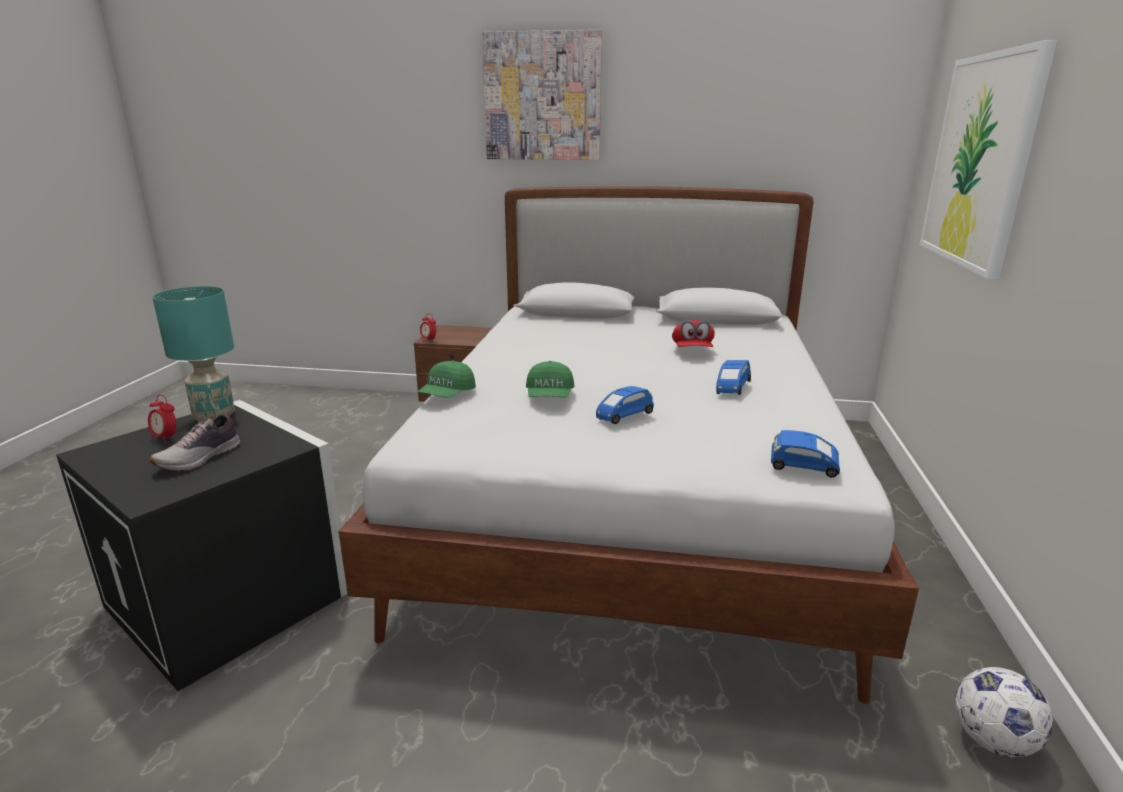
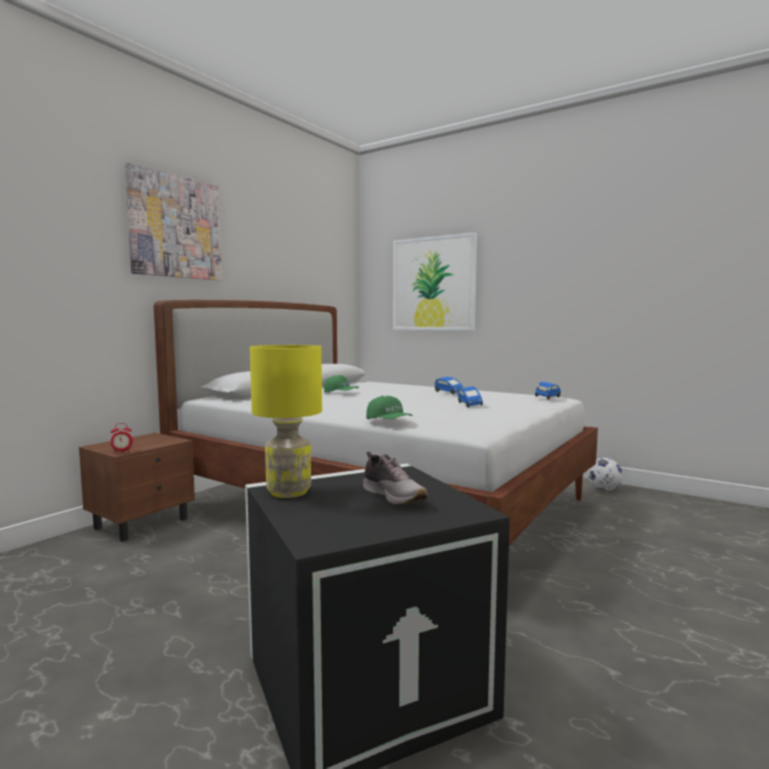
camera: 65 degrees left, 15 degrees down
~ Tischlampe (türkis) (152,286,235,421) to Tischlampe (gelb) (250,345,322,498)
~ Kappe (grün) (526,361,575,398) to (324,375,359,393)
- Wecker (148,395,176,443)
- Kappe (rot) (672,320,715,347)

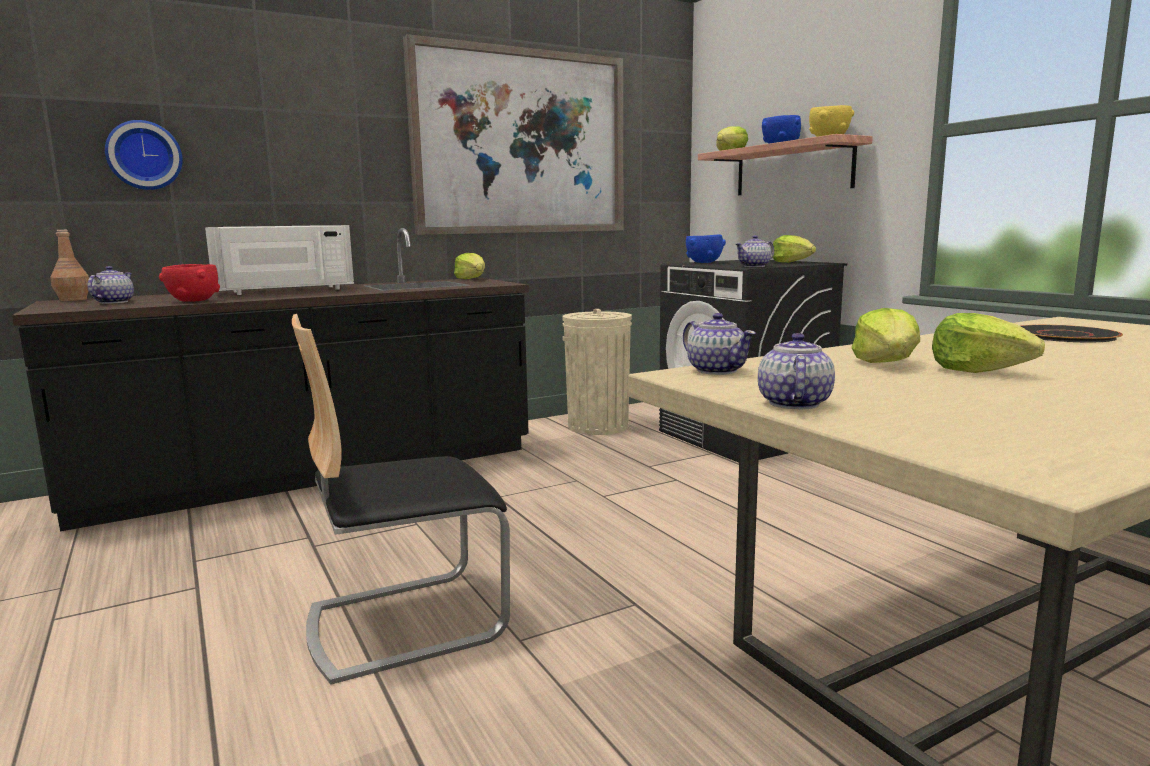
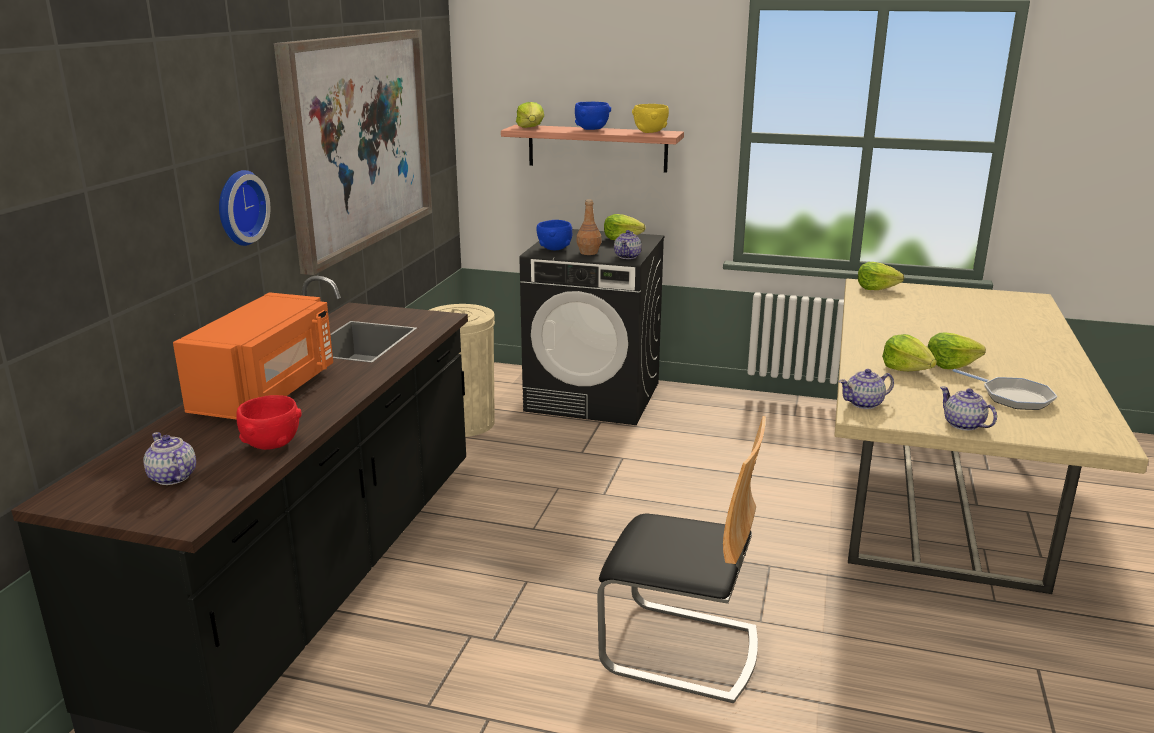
camera: 45 degrees left, 10 degrees up
~ Mikrowelle (weiß) (205,225,354,295) to Mikrowelle (orange) (173,292,333,420)
~ Wanduhr (105,120,183,190) to (219,170,270,246)
~ Flasche (braun) (50,230,89,301) to (576,199,602,255)
~ Stuhl (292,314,510,685) = (597,416,766,703) 90 degrees counterclockwise
~ Teekanne (683,313,756,375) = (839,369,894,409) 150 degrees clockwise
~ Salatkopf (454,253,485,279) to (858,262,904,290)
+ Pfanne (953,369,1057,410)
- Teller (schwarz) (1020,325,1123,342)

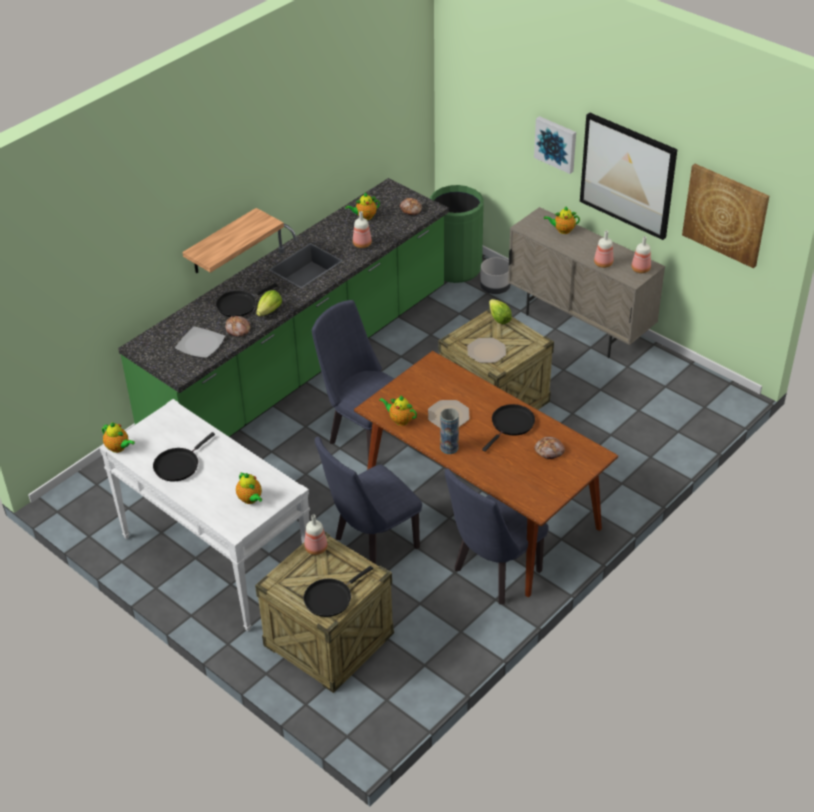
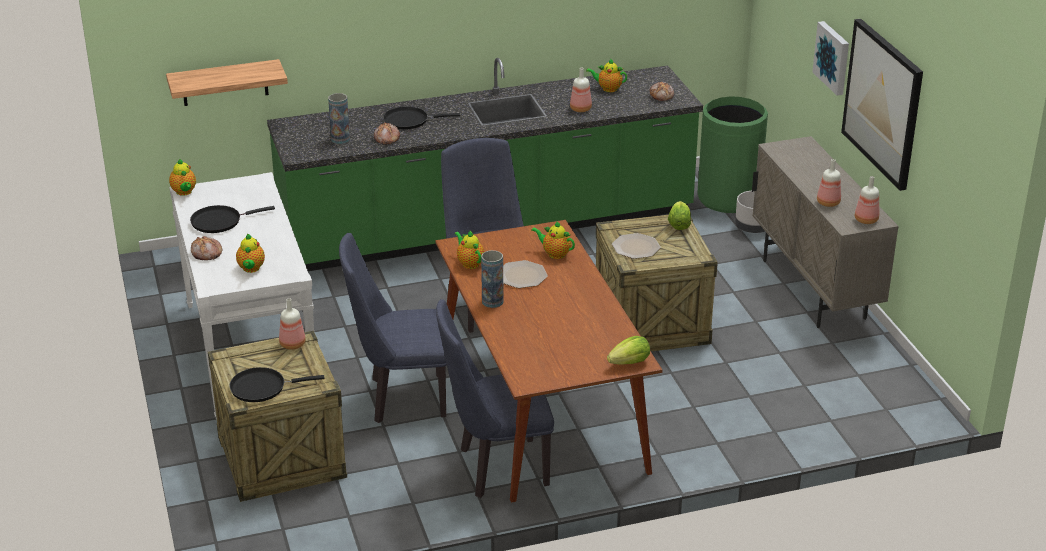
camera: 30 degrees right, 10 degrees down
~ Wandregal (182,208,284,274) to (166,59,288,106)
~ Brot (534,437,565,459) to (191,236,223,260)
~ Teller (175,326,225,358) to Vase (328,93,350,144)
~ Teekanne (544,207,580,234) to (531,220,575,259)
~ Salatkopf (256,290,282,316) to (607,336,650,365)
- Pfanne (schwarz) (482,404,535,452)
- Bild (682,164,769,268)

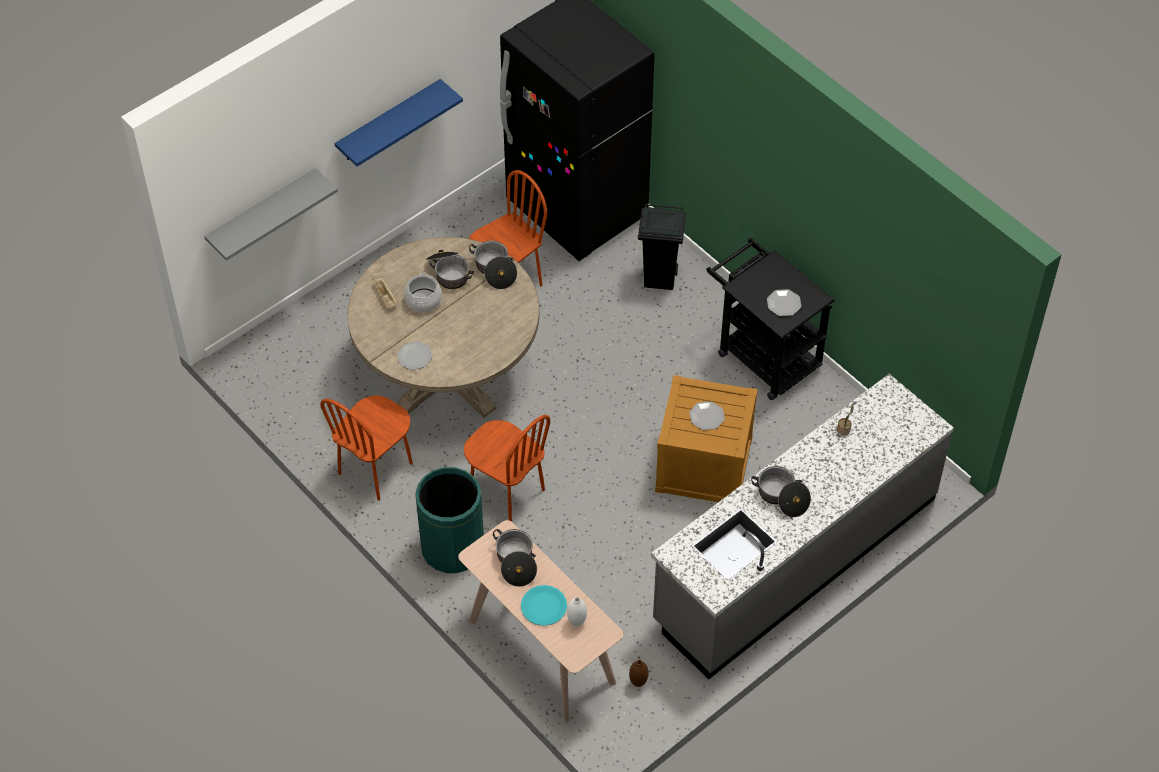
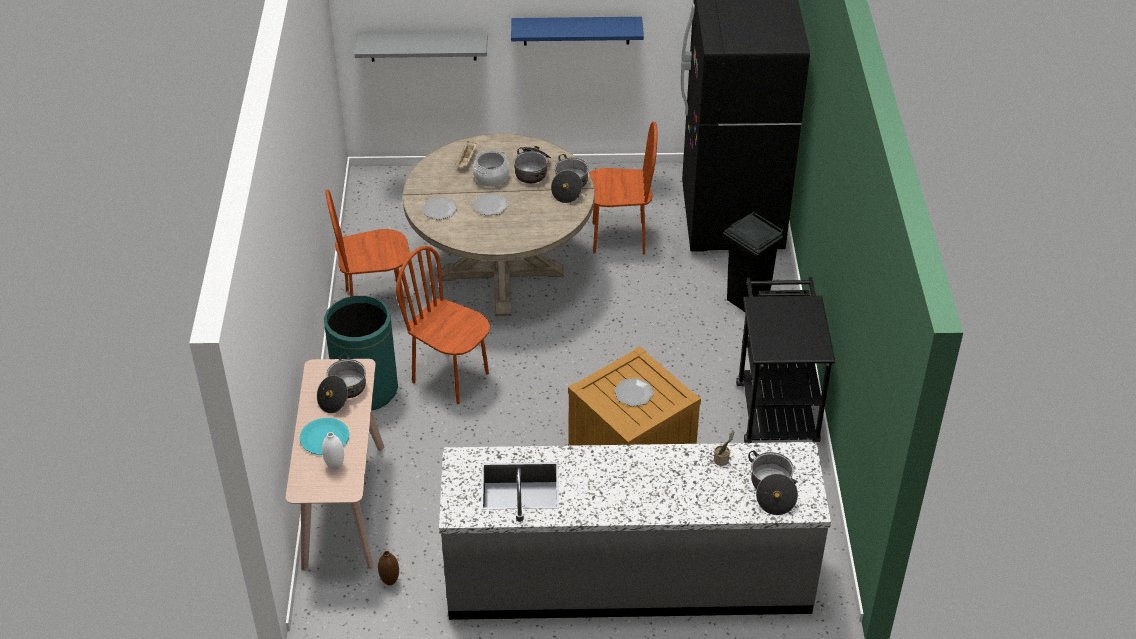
camera: 40 degrees right, 10 degrees down
~ Stuhl (braun) (464,415,550,521) = (396,246,490,404) 135 degrees clockwise
~ Teller (767,289,801,316) to (473,193,508,216)
~ Kochtopf (751,466,811,517) to (748,450,798,515)

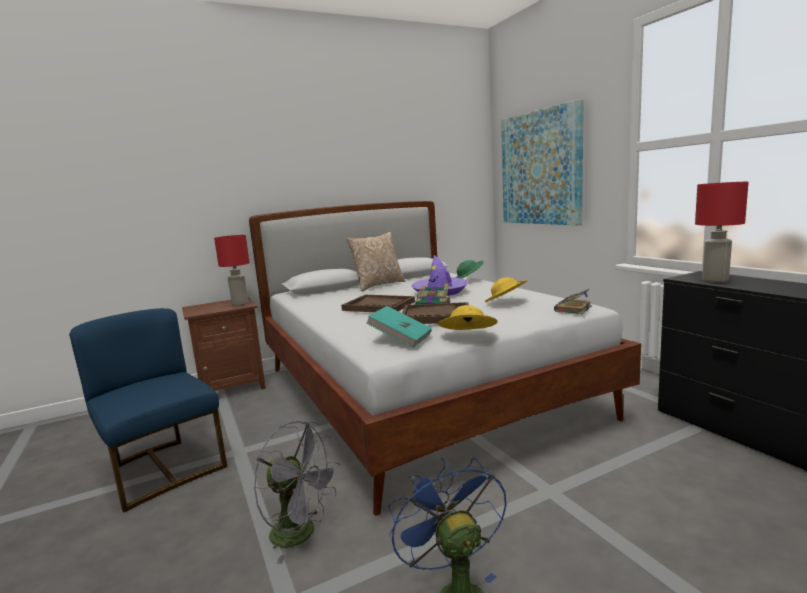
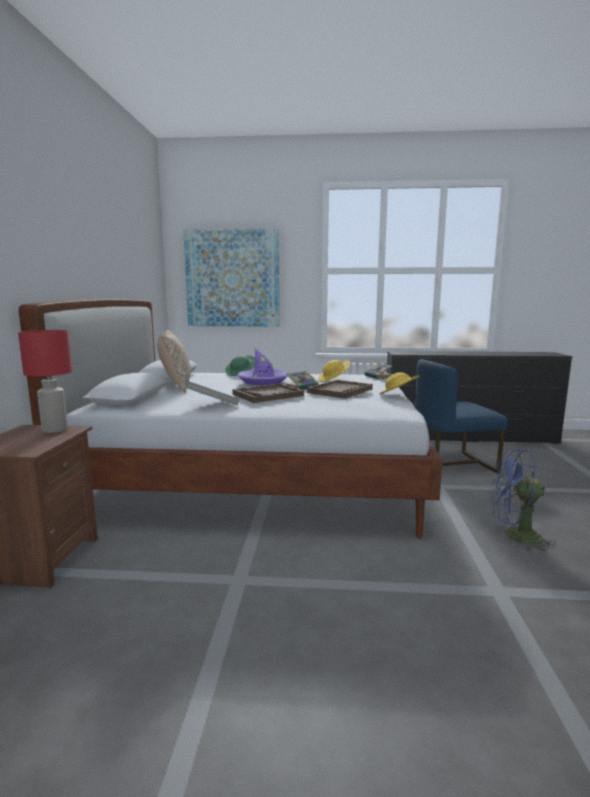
camera: 60 degrees left, 0 degrees up
~ Buch (türkis) (366,306,432,348) to (187,382,239,405)
~ Stuhl (blau) (69,308,227,513) to (415,359,508,474)
- Ventilator (grau) (254,421,340,564)
- Tischlampe (rot) (695,182,749,282)

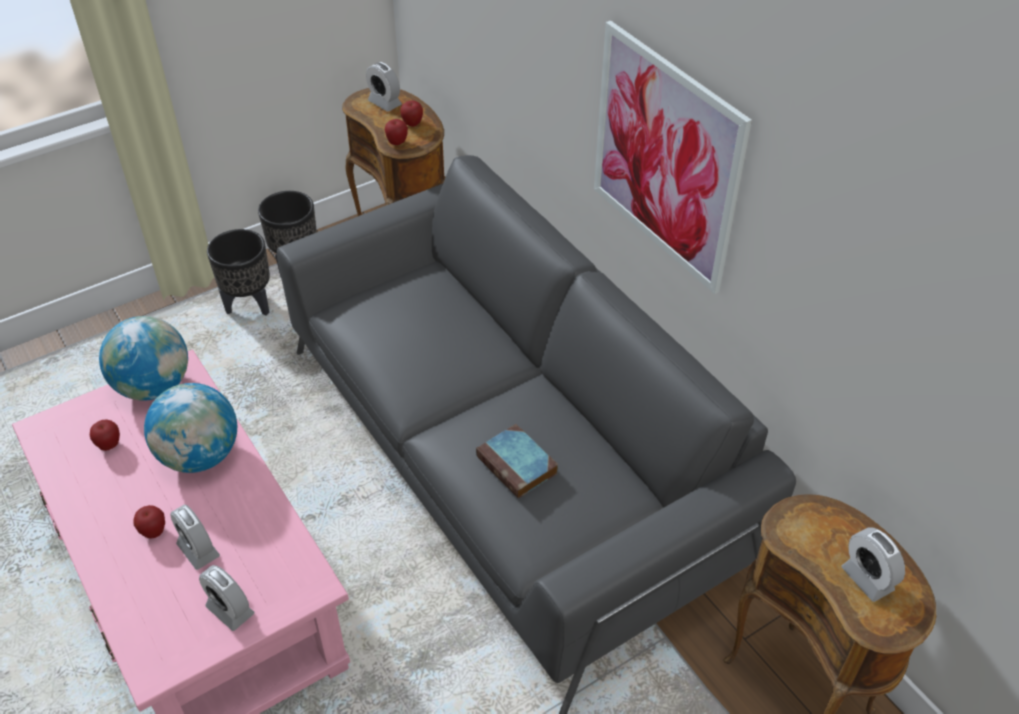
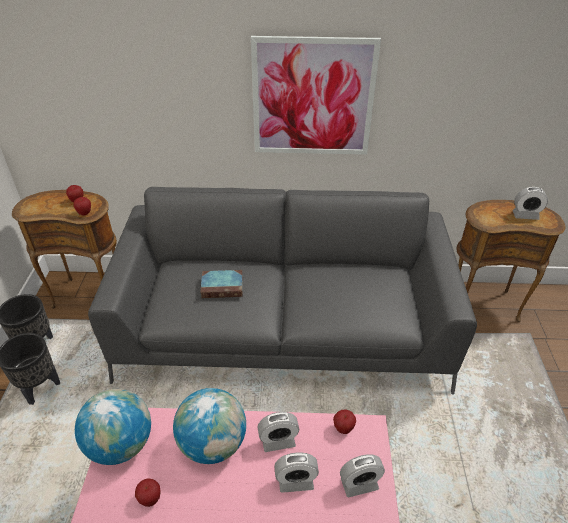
camera: 55 degrees left, 5 degrees down
~ Buch (476,424,558,499) to (200,270,243,298)
~ Wecker (366,62,402,112) to (257,412,299,452)
~ Apfel (133,505,165,538) to (333,409,356,434)

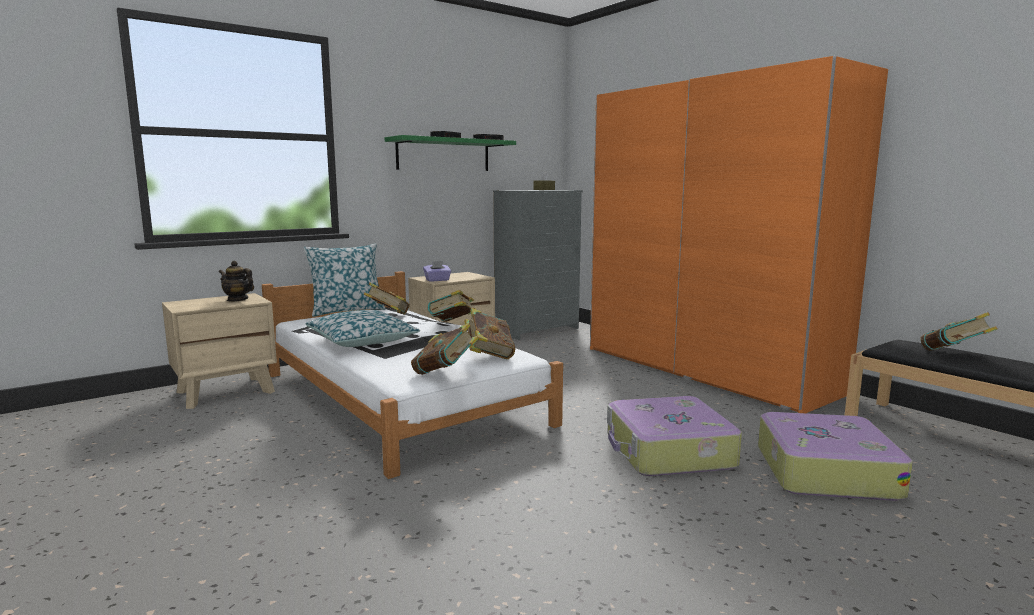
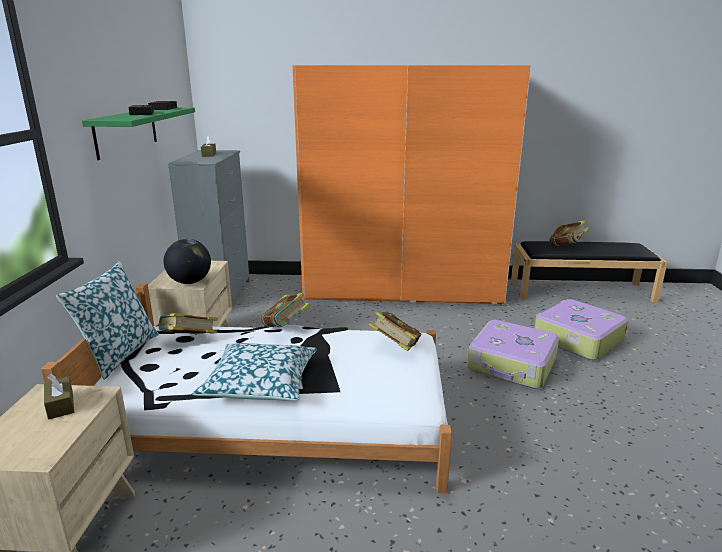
camera: 50 degrees left, 10 degrees up
~ Teekanne (219,261,254,302) to Taschentuchbox (braun) (44,374,74,419)
~ Taschentuchbox (lila) (423,261,451,282) to Globus (164,239,211,284)
- Buch (411,323,479,375)

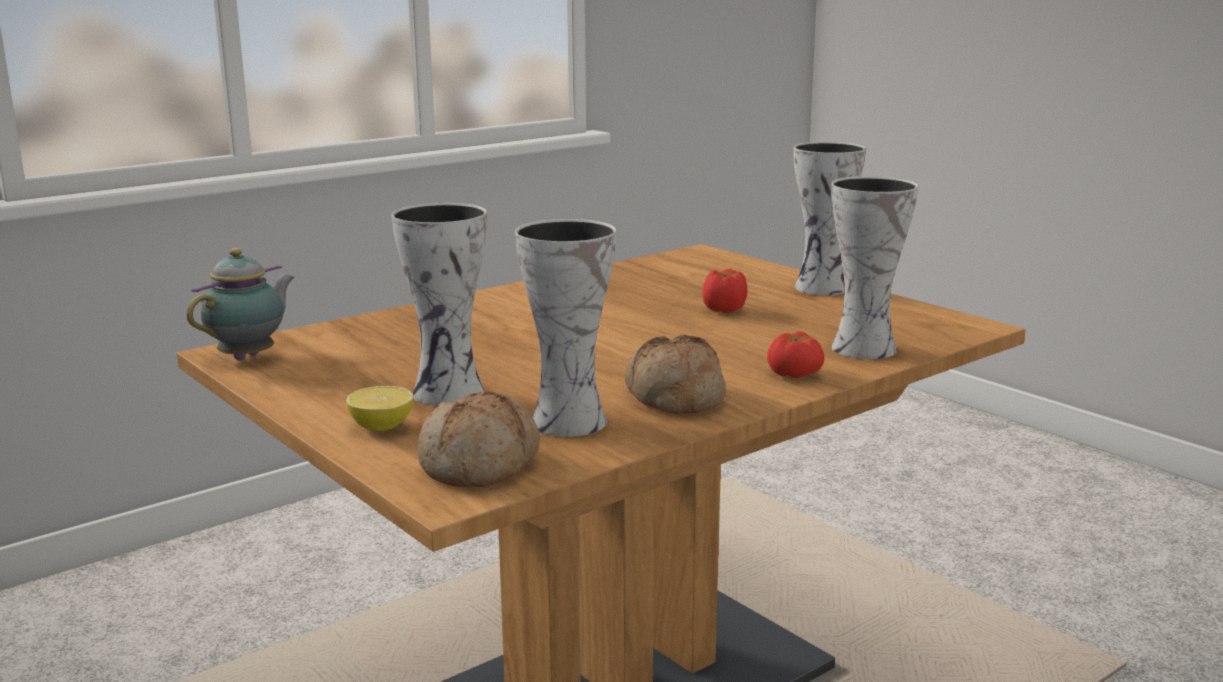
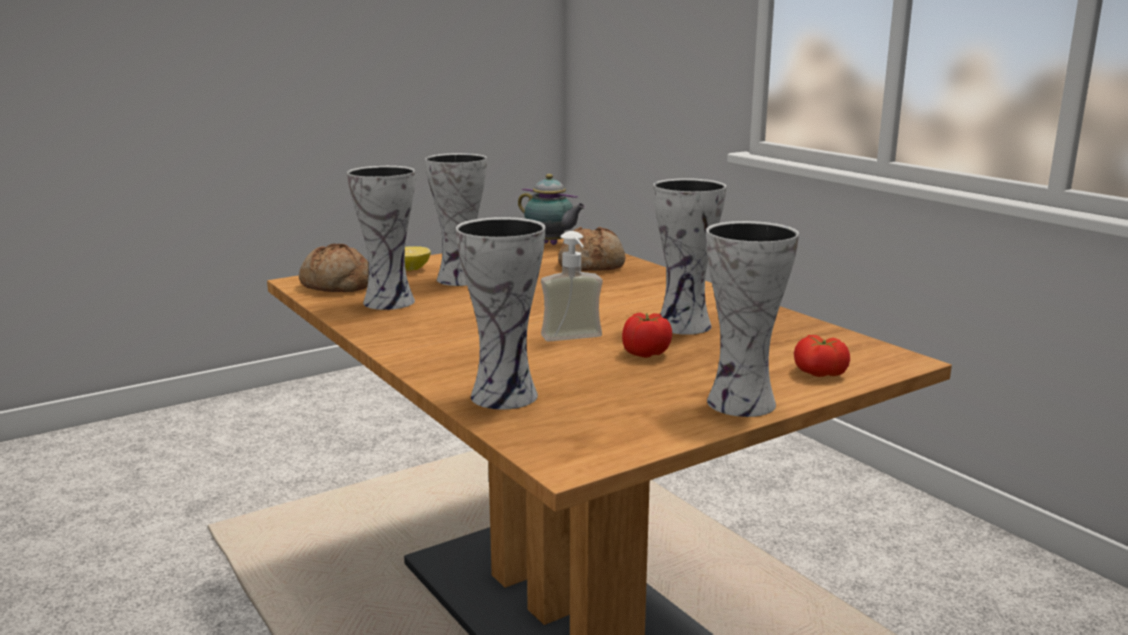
camera: 95 degrees right, 0 degrees up
+ Seifenspender (541,231,603,342)
~ Brot (625,334,726,414) to (558,227,625,271)
+ Vase (653,178,726,335)
~ Tomate (767,331,824,378) to (794,335,850,377)

